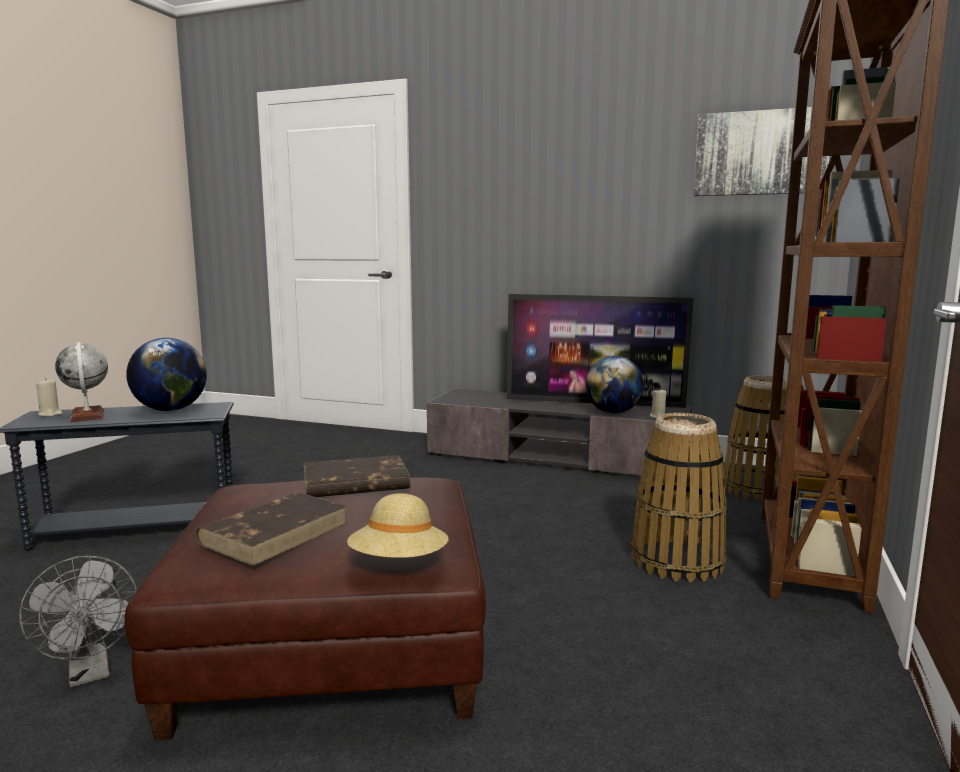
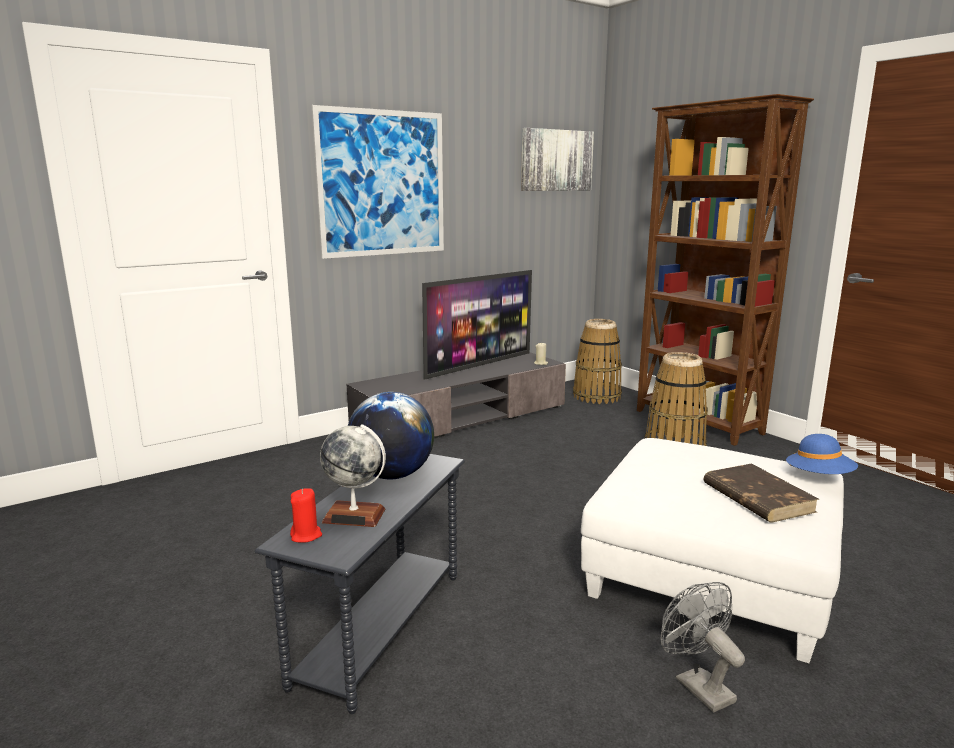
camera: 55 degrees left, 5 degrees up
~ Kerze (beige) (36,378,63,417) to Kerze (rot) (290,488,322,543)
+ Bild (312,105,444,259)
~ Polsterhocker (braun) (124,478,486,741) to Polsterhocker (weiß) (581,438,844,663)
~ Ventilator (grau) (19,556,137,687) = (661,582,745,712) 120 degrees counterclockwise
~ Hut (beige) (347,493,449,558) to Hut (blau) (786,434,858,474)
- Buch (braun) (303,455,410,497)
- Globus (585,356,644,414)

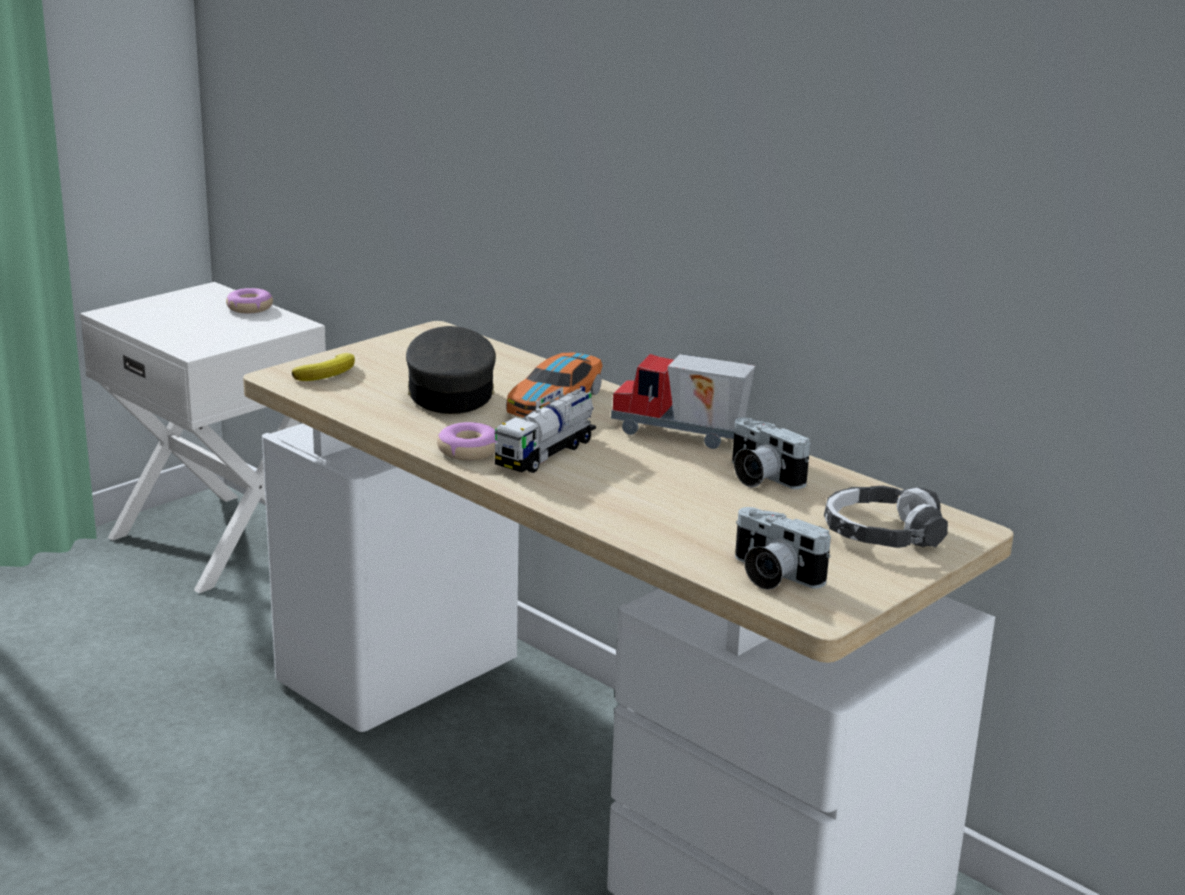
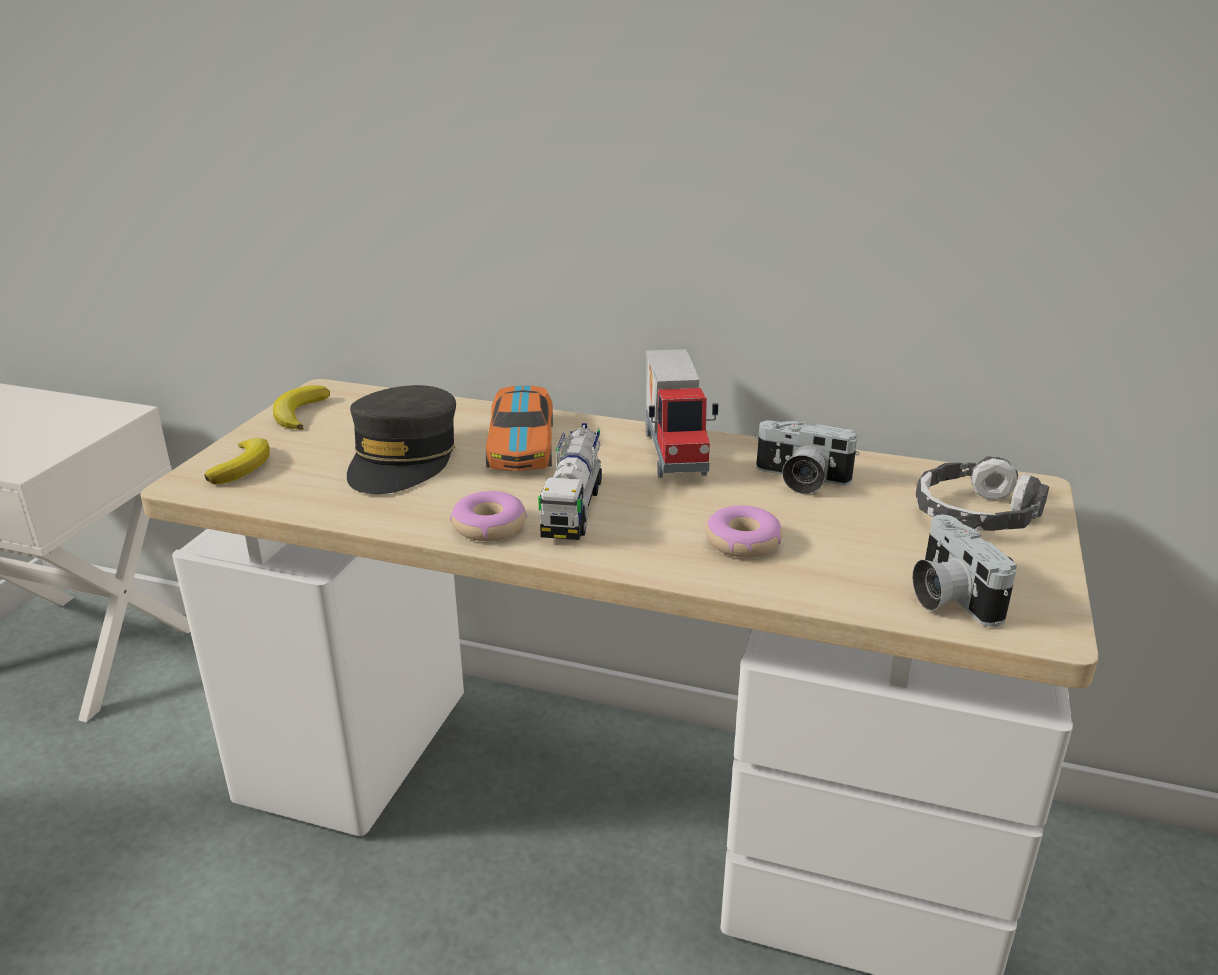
camera: 25 degrees left, 5 degrees up
+ Banane (273,385,330,430)
~ Kappe (grau) (406,326,496,414) = (347,385,456,494) 135 degrees counterclockwise
~ Spielzeuglaster (611,354,755,449) = (645,349,719,478) 90 degrees counterclockwise
~ Donut (226,288,273,313) to (705,505,783,558)
~ Kamera (735,507,831,590) = (912,515,1017,627) 60 degrees clockwise

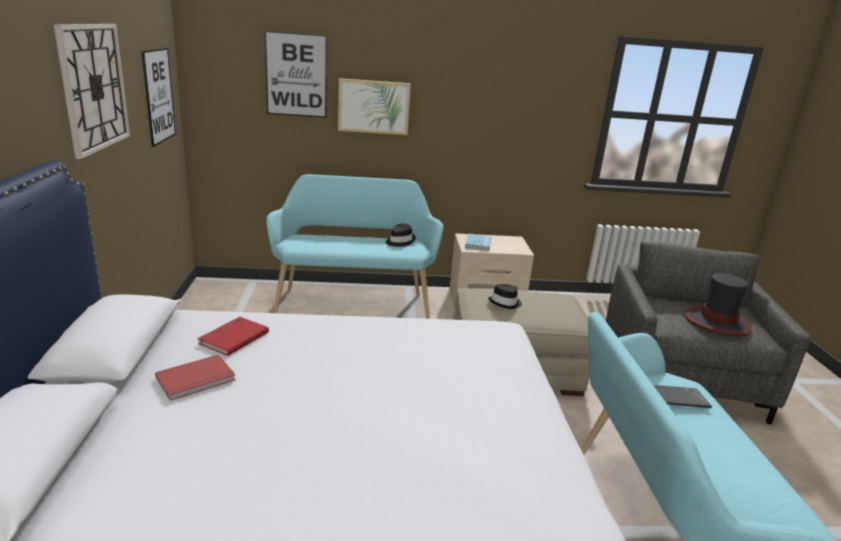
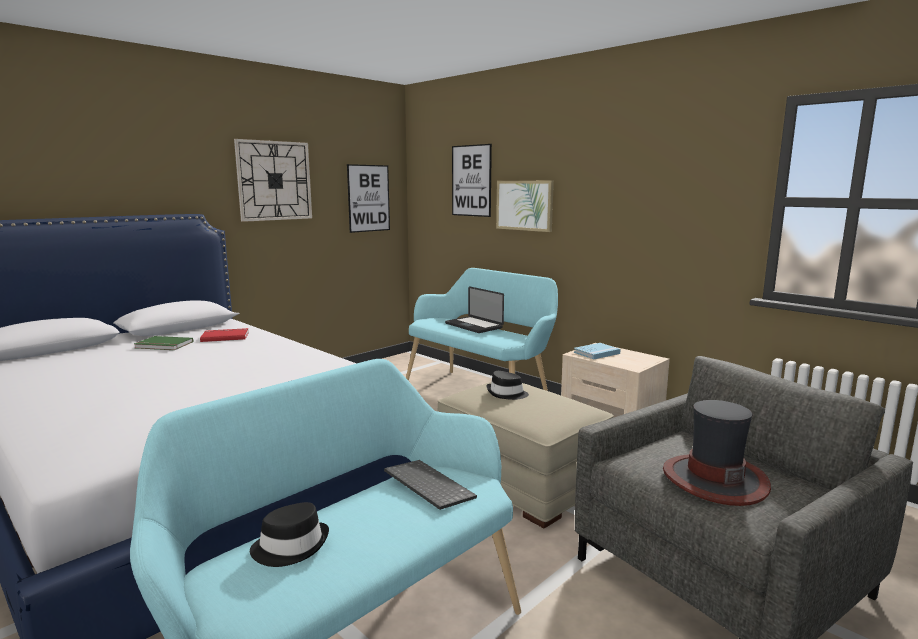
camera: 50 degrees right, 10 degrees down
~ Buch (rot) (155,354,236,401) to Buch (grün) (134,336,193,350)
~ Hut (schwarz) (386,224,416,247) to (250,502,329,567)
+ Laptop (445,286,504,333)

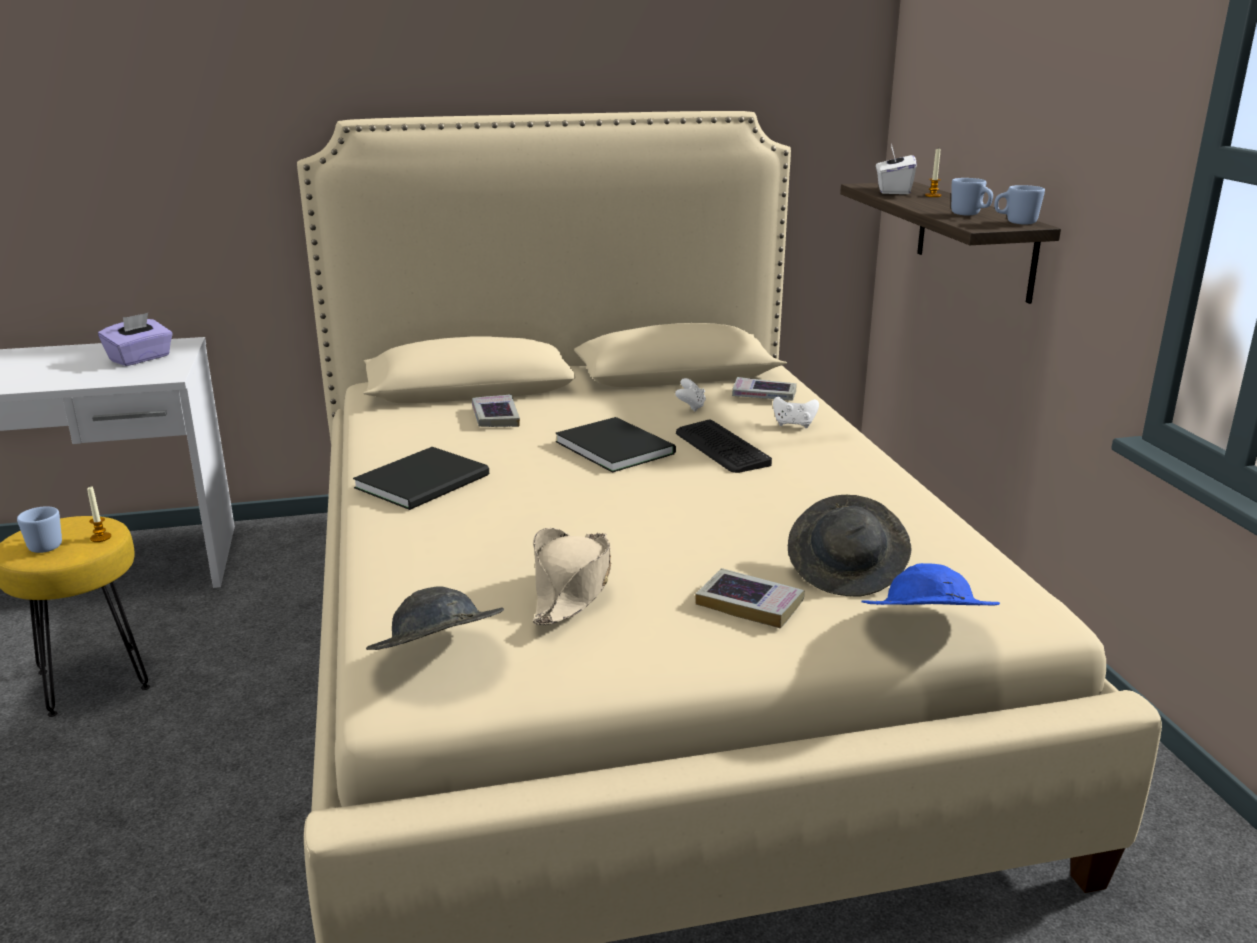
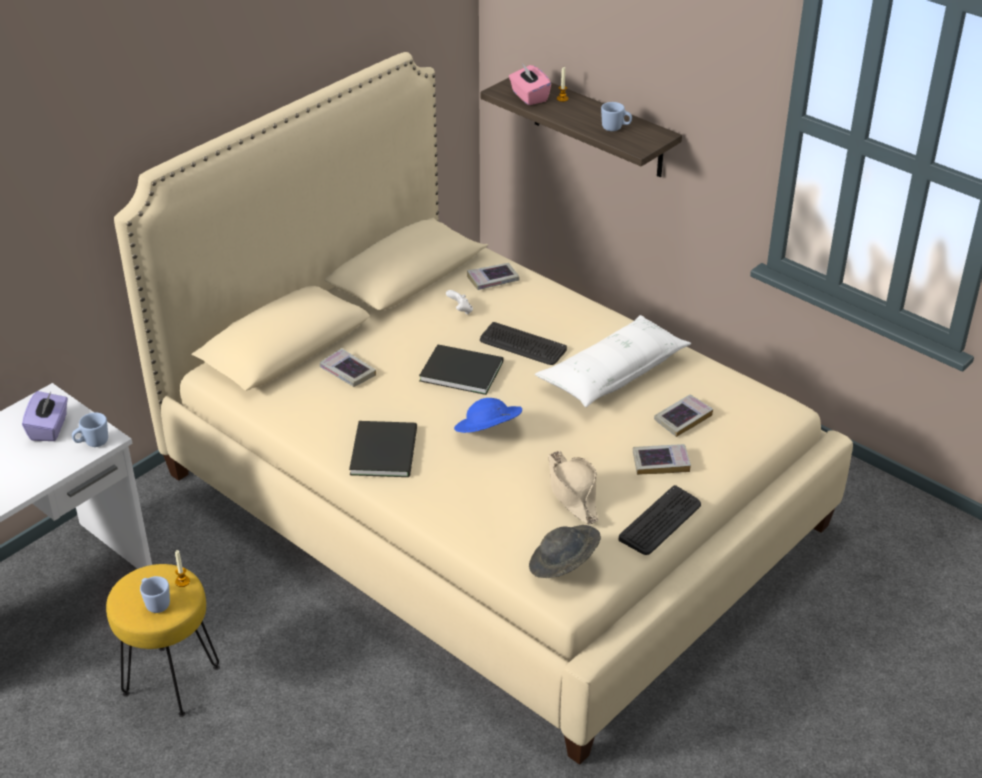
camera: 35 degrees left, 15 degrees up
~ Henkelbecher (blau) (994,185,1045,224) to (72,412,108,447)
~ Hut (blau) (861,563,1000,605) to (454,398,522,433)
~ Taschentuchbox (weiß) (876,147,917,194) to Taschentuchbox (rosa) (509,63,551,105)
+ Kissen (weiß) (535,315,691,407)
+ Tastatur (619,485,701,555)
~ Hut (grau) (787,495,911,597) to Buch (654,395,713,437)
- Gamepad (weiß) (773,397,819,428)

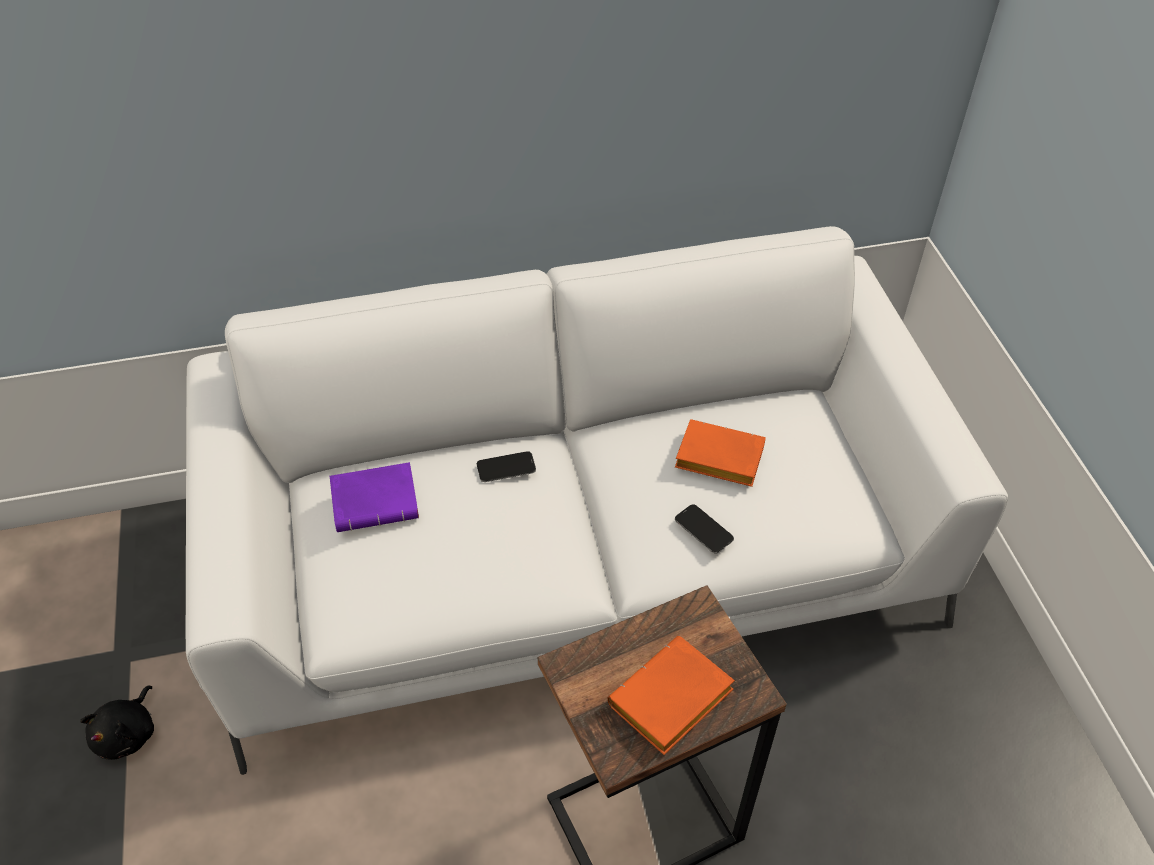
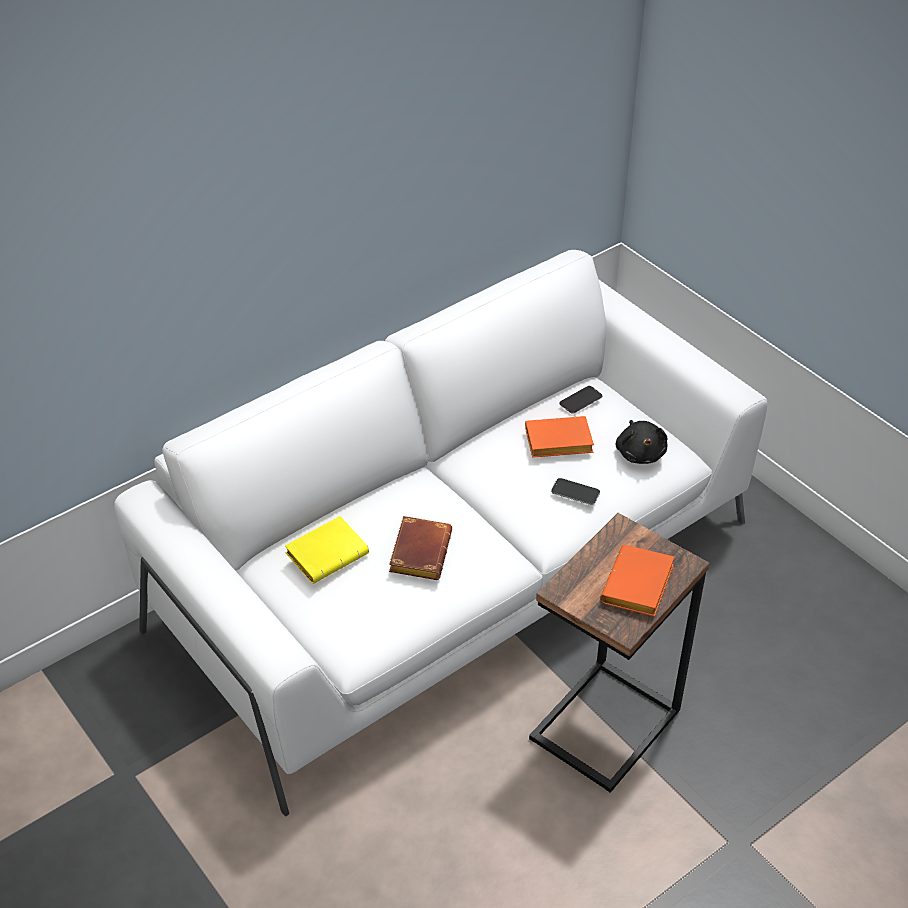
camera: 25 degrees left, 5 degrees down
~ Buch (lila) (330,462,419,532) to Buch (gelb) (285,516,369,584)
+ Buch (braun) (389,516,452,580)
~ Handy (477,451,536,482) to (559,386,602,414)
~ Plüschtier (schwarz) (80,686,154,760) to (616,420,667,464)

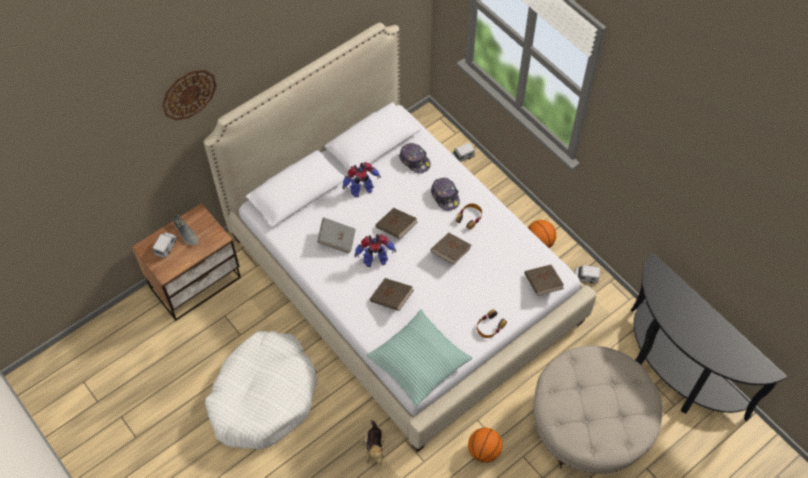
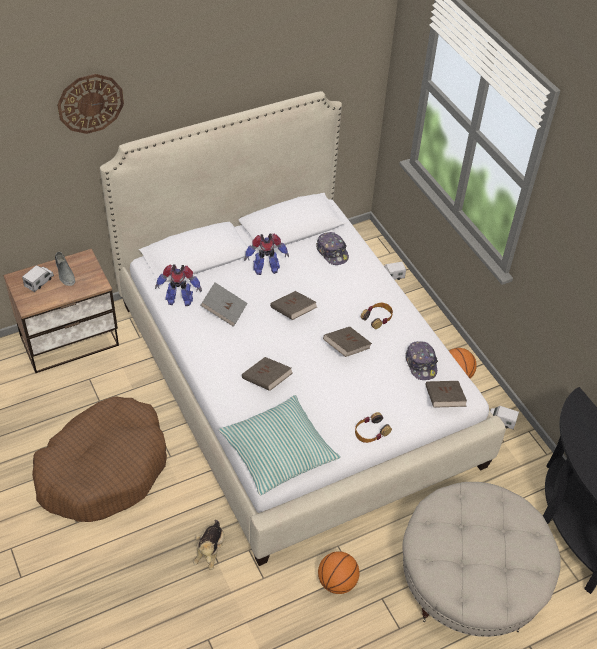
camera: 10 degrees right, 10 degrees down
~ Hundebett (weiß) (205,331,317,450) to Hundebett (braun) (32,396,167,522)
~ Spielzeugroboter (354,234,396,267) to (155,264,202,306)
~ Kappe (431,178,460,211) to (405,341,438,380)

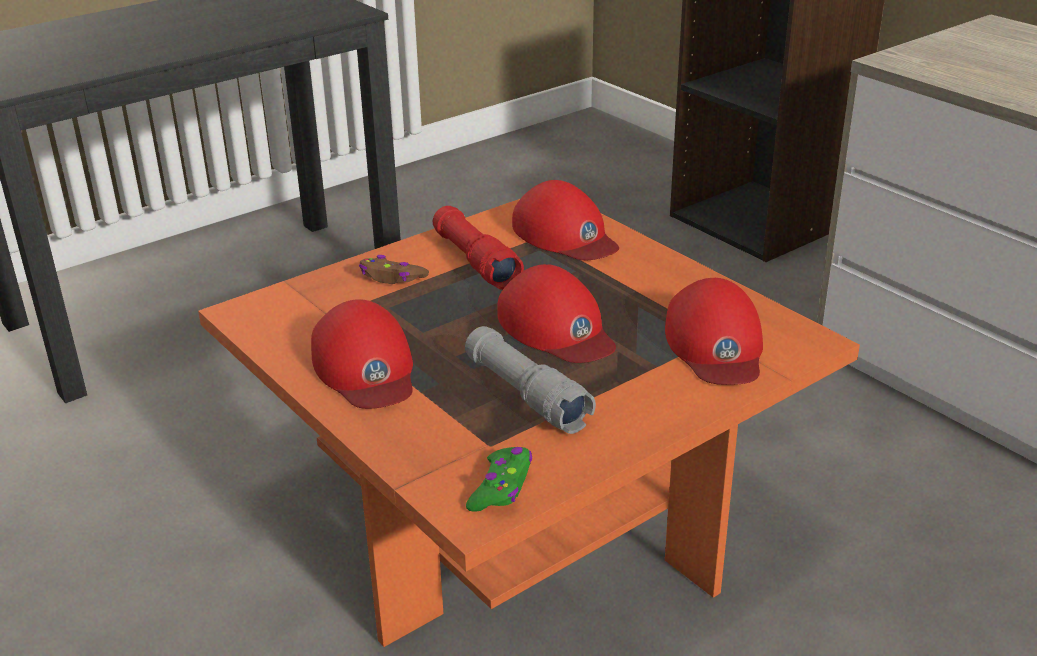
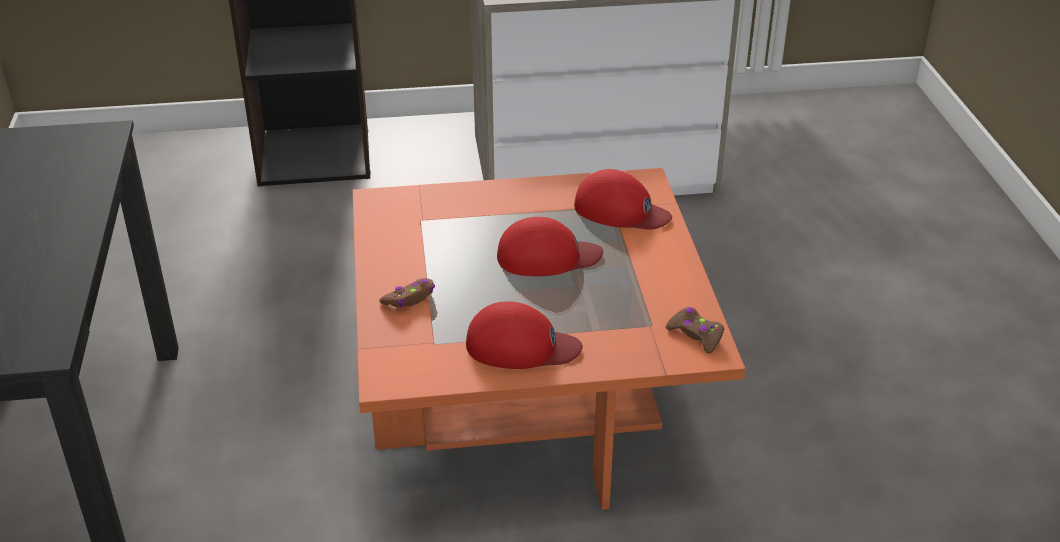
camera: 60 degrees left, 5 degrees up
~ Gamepad (grün) (466,447,532,512) to Gamepad (braun) (666,307,724,354)
- Taschenlampe (rot) (433,206,524,290)
- Taschenlampe (grau) (465,326,596,434)
- Kappe (rot) (512,180,619,260)

